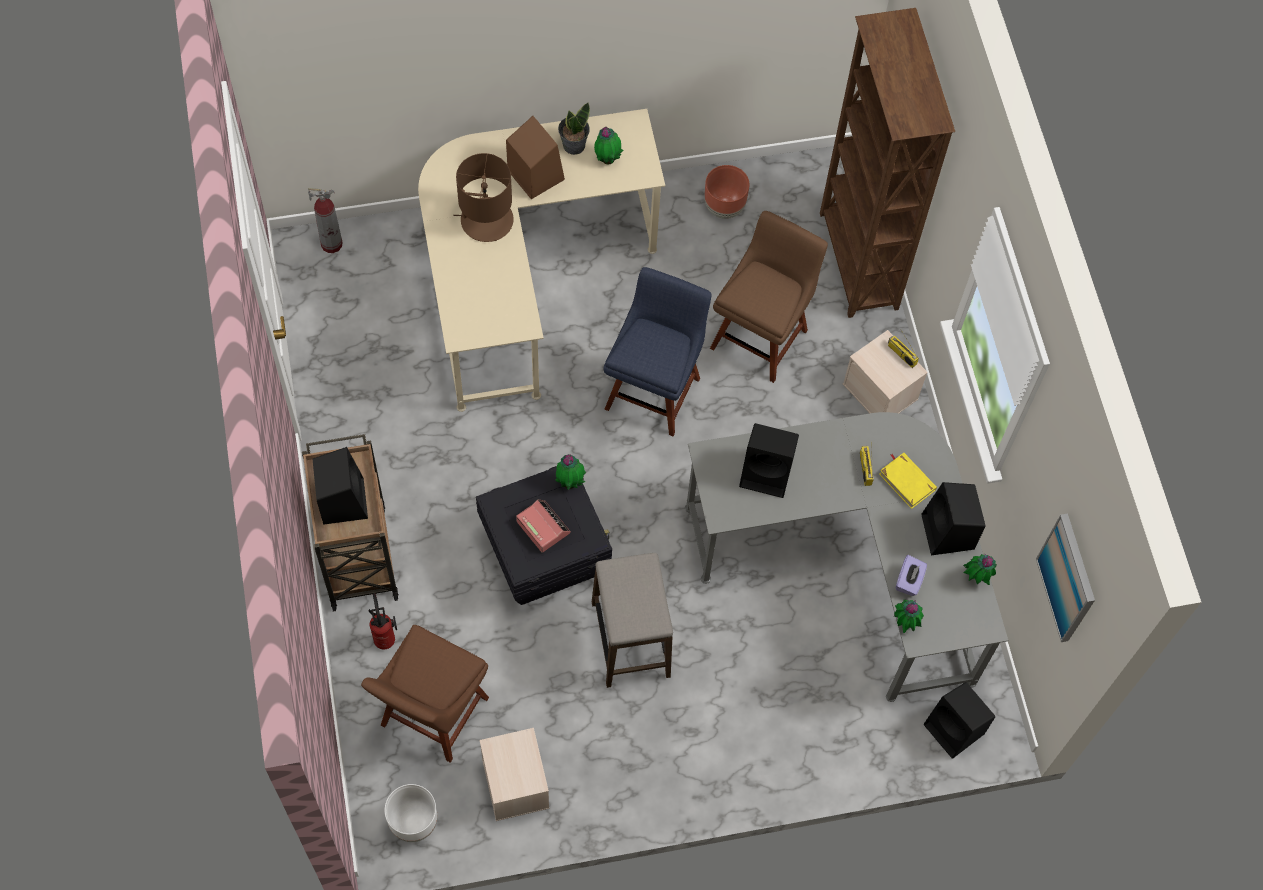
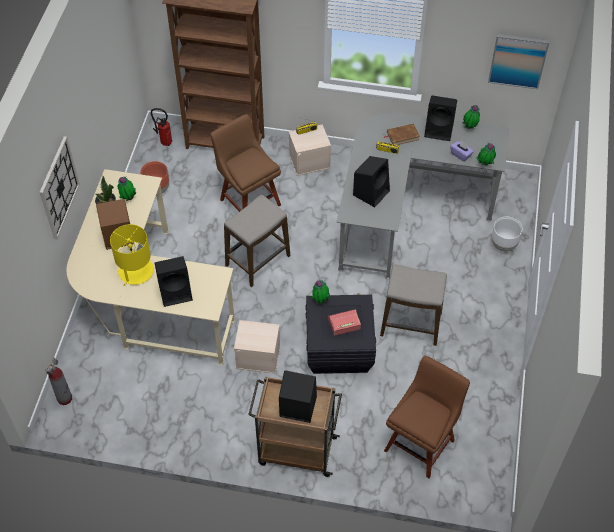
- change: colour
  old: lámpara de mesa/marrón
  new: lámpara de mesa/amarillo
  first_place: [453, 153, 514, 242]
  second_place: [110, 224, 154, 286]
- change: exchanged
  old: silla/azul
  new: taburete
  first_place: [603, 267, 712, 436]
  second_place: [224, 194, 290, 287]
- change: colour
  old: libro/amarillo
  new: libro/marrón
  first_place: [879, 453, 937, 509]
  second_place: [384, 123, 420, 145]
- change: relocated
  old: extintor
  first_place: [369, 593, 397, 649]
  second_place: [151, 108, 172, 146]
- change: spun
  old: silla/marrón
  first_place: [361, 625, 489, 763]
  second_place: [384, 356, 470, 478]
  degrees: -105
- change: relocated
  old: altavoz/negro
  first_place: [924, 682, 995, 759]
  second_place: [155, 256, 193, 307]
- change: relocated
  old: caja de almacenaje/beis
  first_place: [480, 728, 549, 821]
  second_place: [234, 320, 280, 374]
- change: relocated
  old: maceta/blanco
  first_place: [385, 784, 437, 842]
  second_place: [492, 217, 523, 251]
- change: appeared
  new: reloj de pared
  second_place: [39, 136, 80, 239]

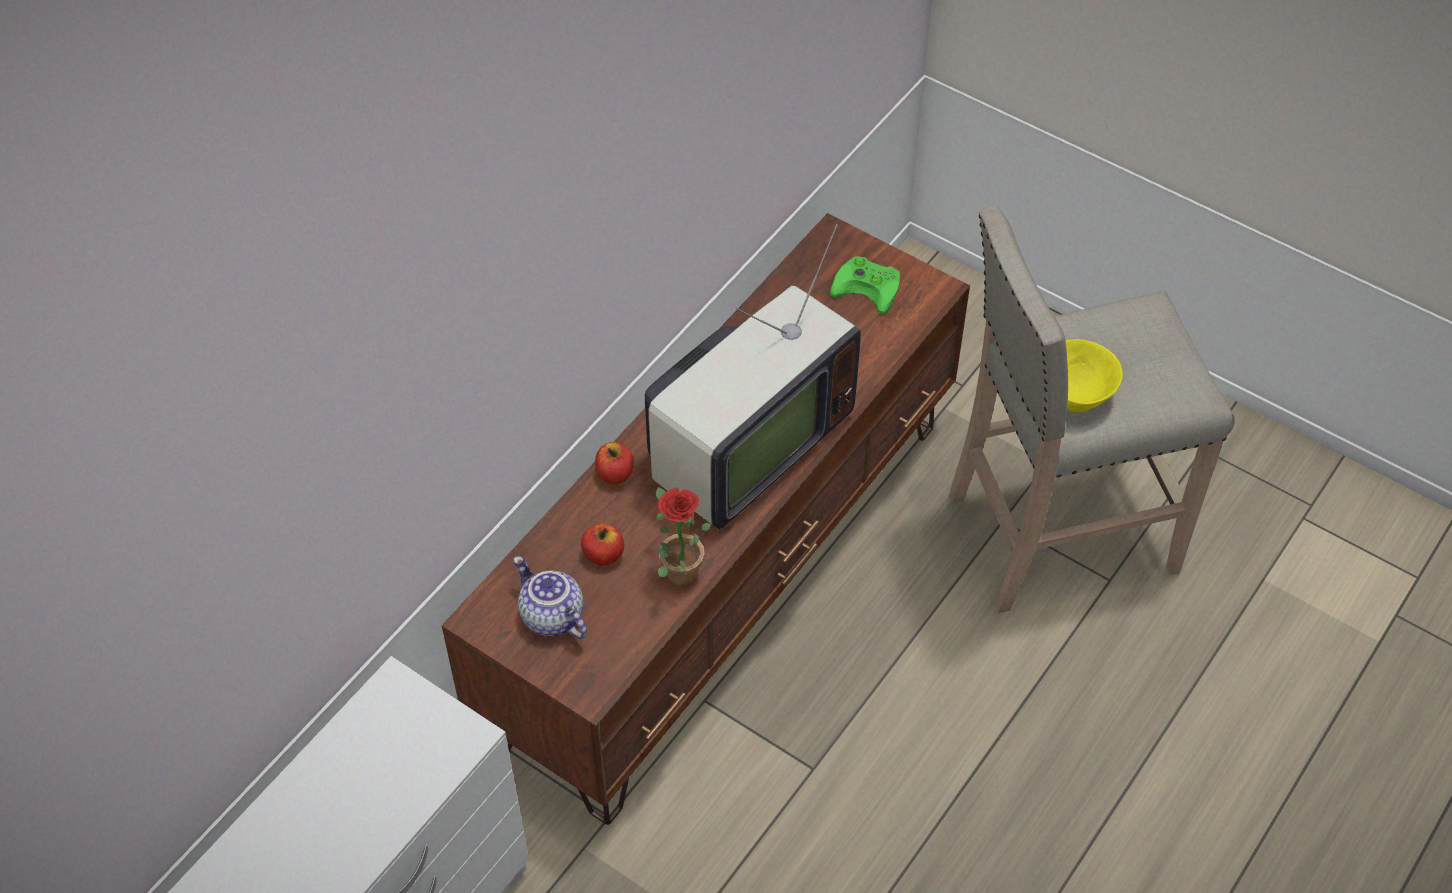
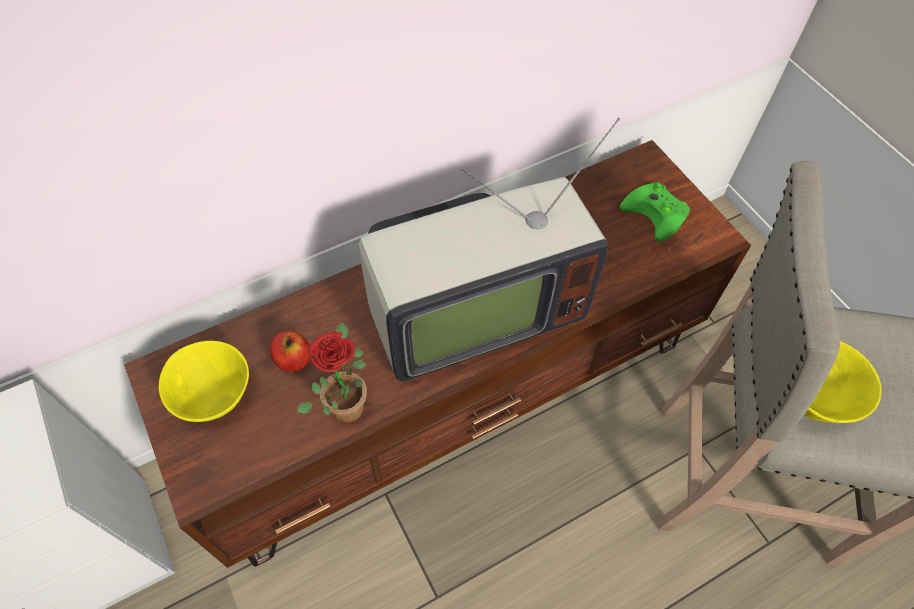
- change: missing
  old: manzana
  first_place: [595, 442, 634, 485]
- change: exchanged
  old: tetera
  new: cuenco/amarillo
  first_place: [513, 556, 587, 639]
  second_place: [159, 341, 249, 422]

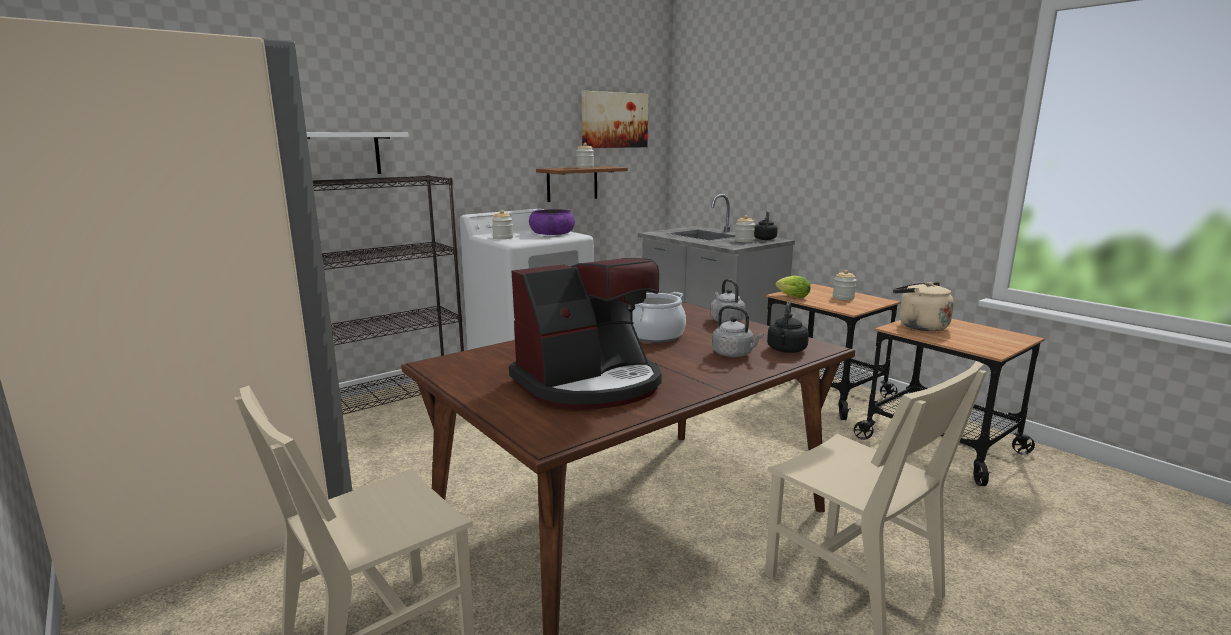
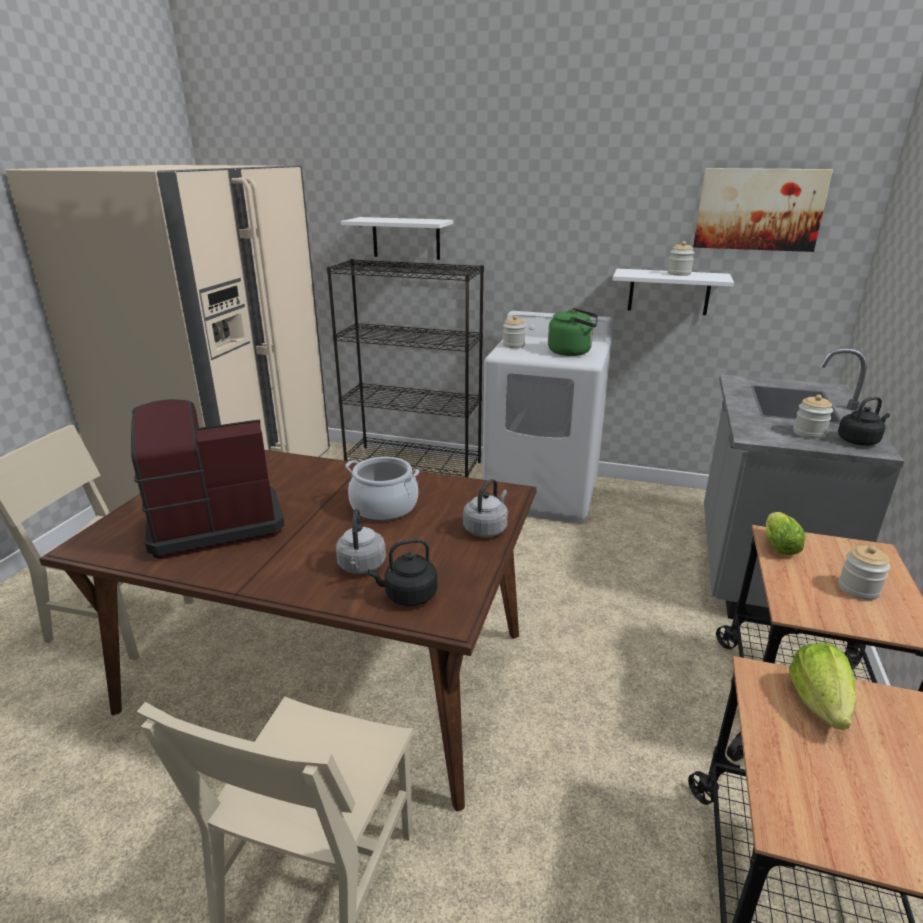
- change: colour
  old: estante/marrón
  new: estante/blanco
  first_place: [536, 166, 628, 202]
  second_place: [613, 269, 734, 315]
- change: exchanged
  old: cuenco/morado
  new: hervidor/verde
  first_place: [529, 209, 575, 235]
  second_place: [548, 308, 598, 356]
- change: spun
  old: cafetera
  first_place: [509, 258, 662, 410]
  second_place: [131, 399, 285, 559]
  degrees: 135
- change: exchanged
  old: hervidor/beis
  new: lechuga
  first_place: [893, 282, 954, 331]
  second_place: [789, 642, 857, 730]

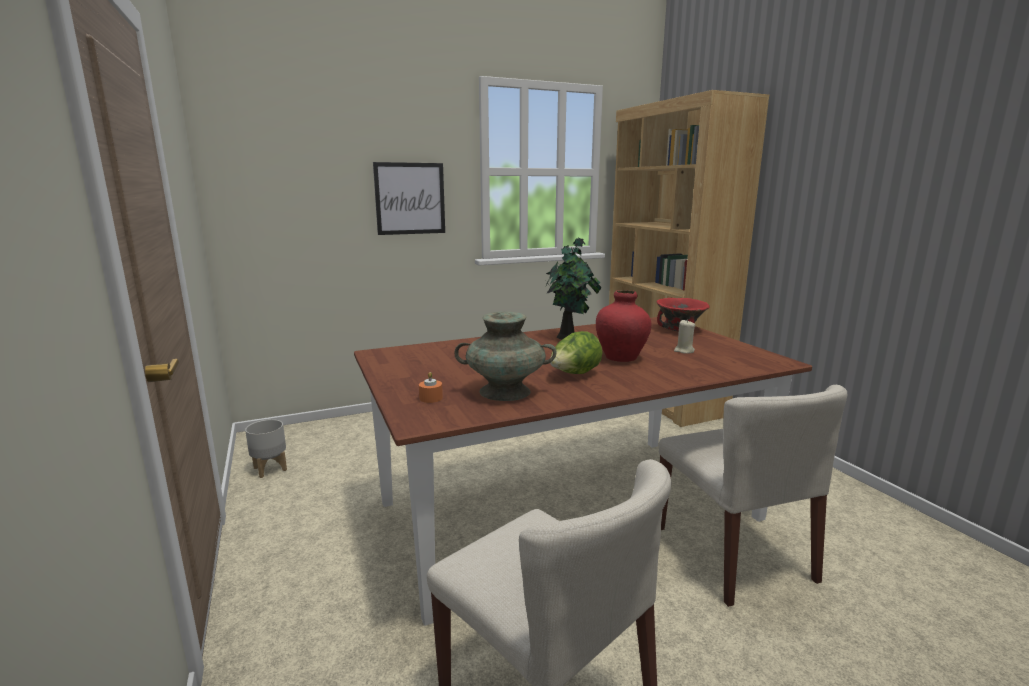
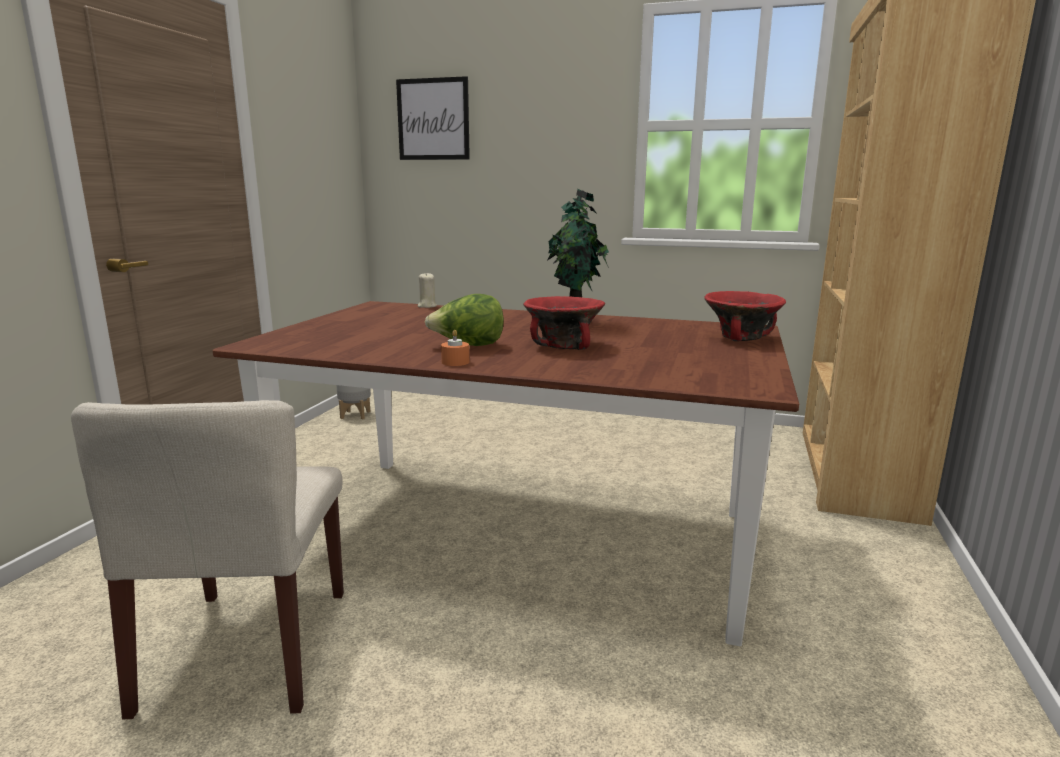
- change: relocated
  old: cuadro
  first_place: [373, 162, 445, 235]
  second_place: [396, 76, 470, 160]
- change: exchanged
  old: florero/rojo
  new: cuenco/rojo
  first_place: [596, 290, 651, 362]
  second_place: [523, 296, 605, 350]
- change: missing
  old: florero/turquesa
  first_place: [454, 312, 556, 401]
- change: relocated
  old: vela/beis
  first_place: [674, 320, 695, 354]
  second_place: [418, 273, 437, 308]
- change: relocated
  old: vela/naranja
  first_place: [419, 372, 443, 403]
  second_place: [441, 330, 469, 366]
- change: missing
  old: silla/beis
  first_place: [658, 385, 847, 607]

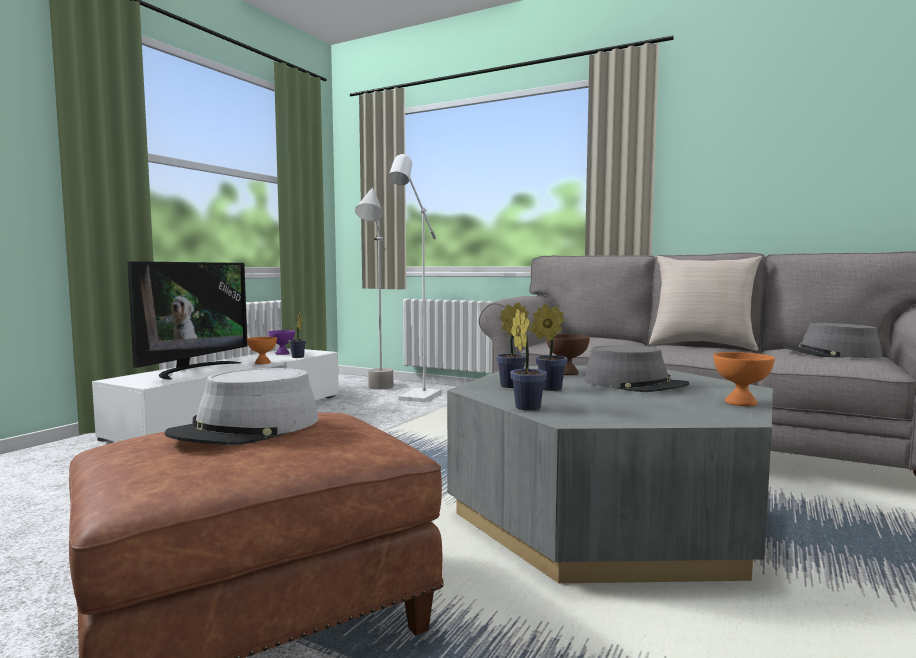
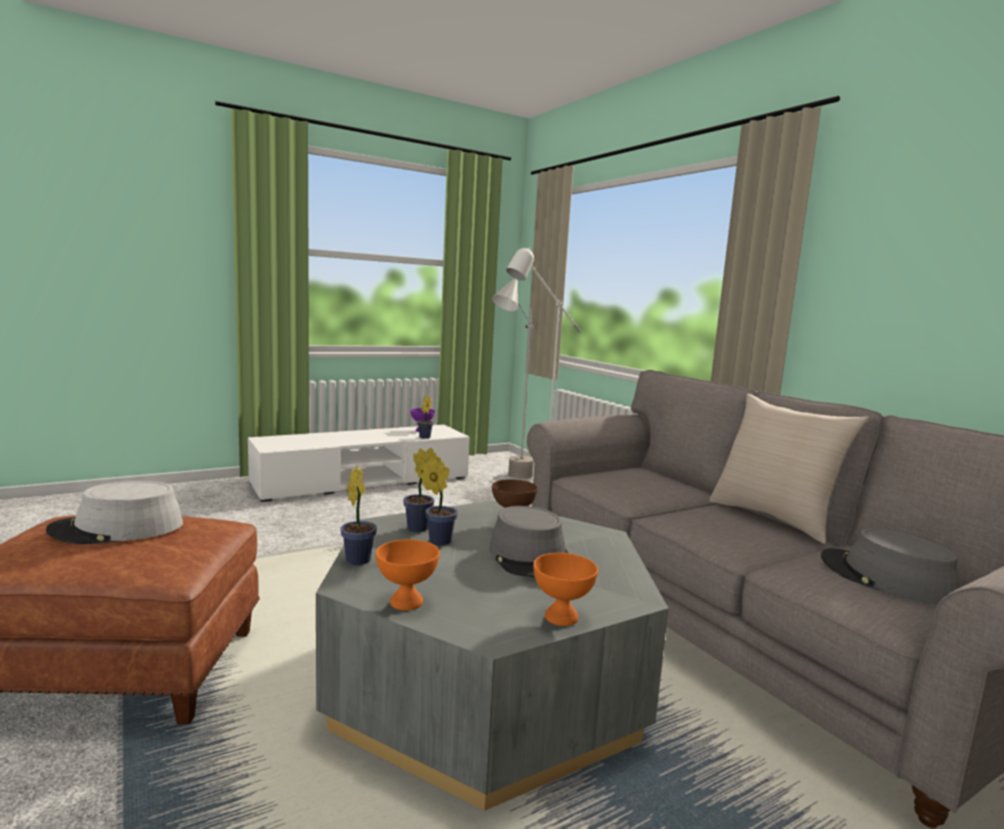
- change: missing
  old: televisor
  first_place: [127, 261, 247, 380]
- change: relocated
  old: cuenco/naranja
  first_place: [247, 337, 277, 364]
  second_place: [376, 539, 440, 611]

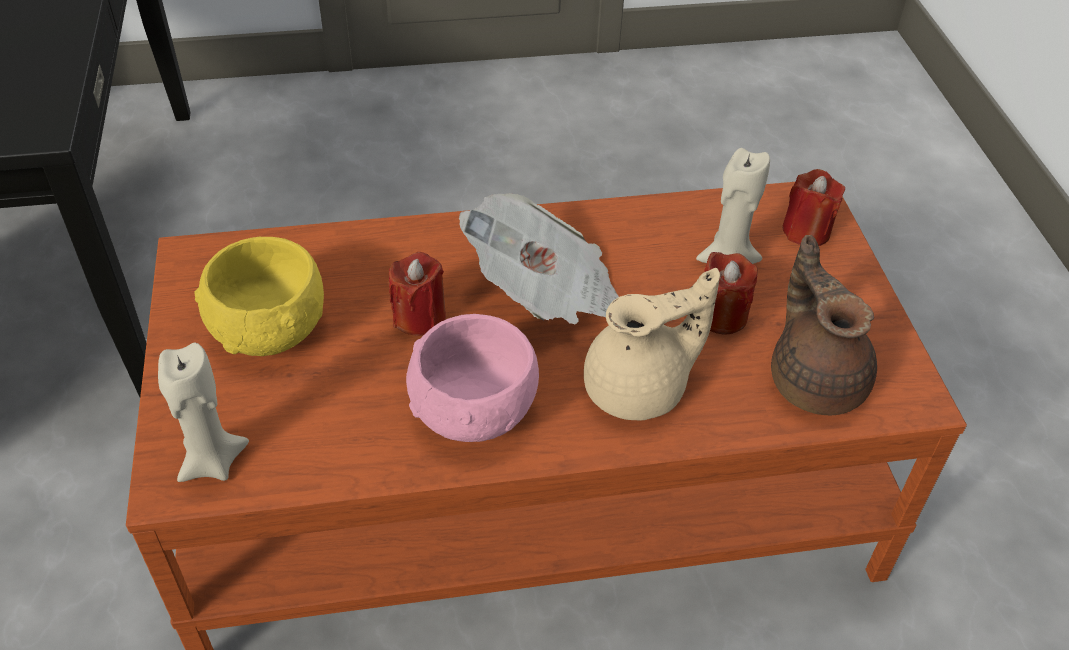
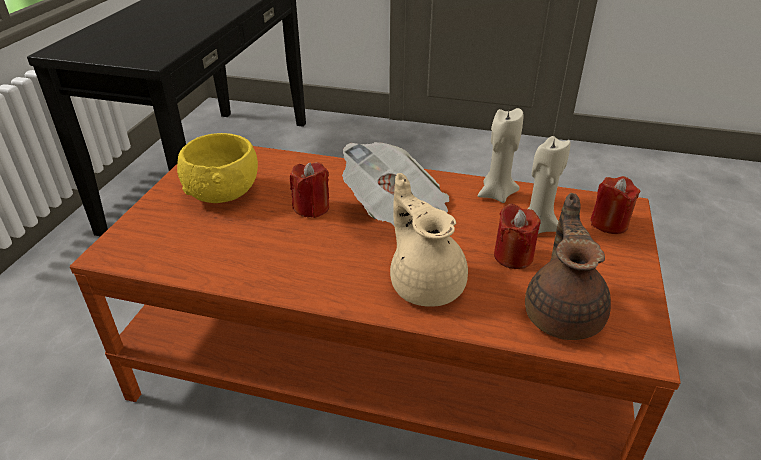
- change: spun
  old: tetera/beis
  first_place: [584, 268, 720, 420]
  second_place: [390, 173, 468, 307]
  degrees: -120
- change: missing
  old: cuenco/rosa
  first_place: [406, 314, 539, 442]
- change: relocated
  old: vela/beis
  first_place: [158, 342, 249, 482]
  second_place: [478, 108, 523, 203]

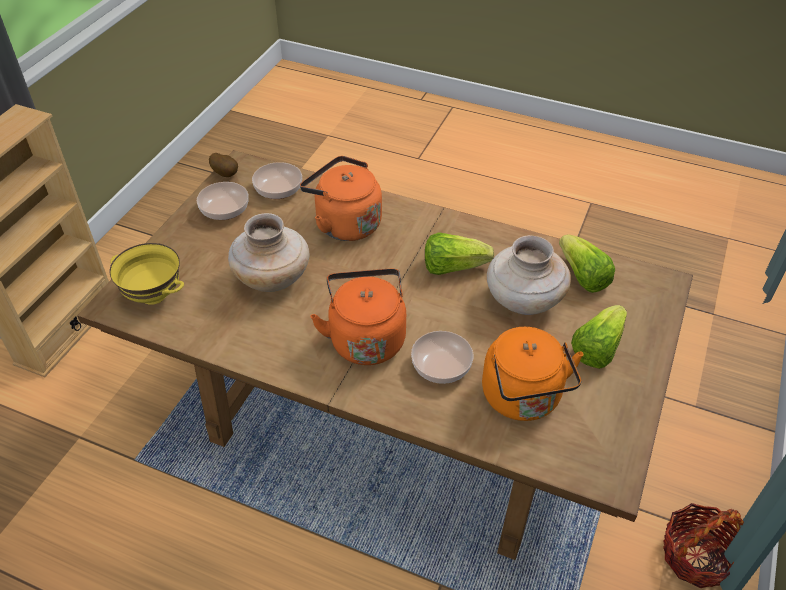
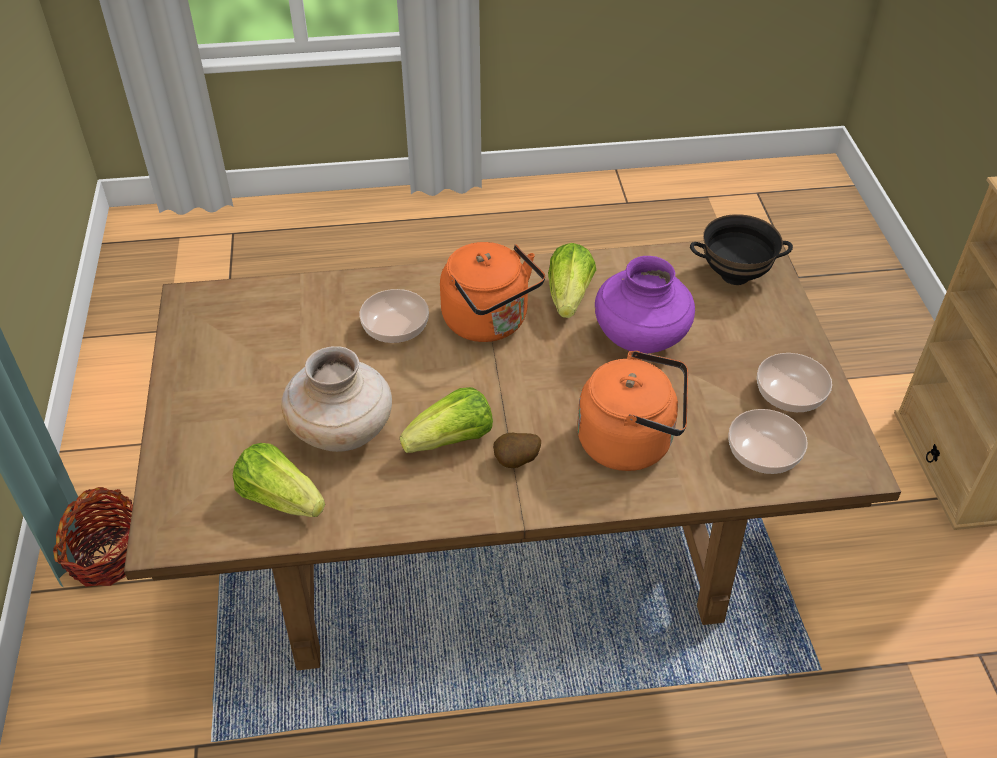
- change: relocated
  old: patata
  first_place: [209, 153, 238, 177]
  second_place: [493, 433, 541, 468]
- change: colour
  old: florero/beis
  new: florero/morado
  first_place: [228, 213, 309, 292]
  second_place: [595, 256, 695, 353]
- change: colour
  old: cuenco/amarillo
  new: cuenco/negro
  first_place: [109, 243, 184, 305]
  second_place: [690, 214, 793, 285]
- change: relocated
  old: lechuga
  first_place: [571, 305, 627, 369]
  second_place: [548, 243, 596, 318]
- change: missing
  old: hervidor/naranja
  first_place: [482, 327, 584, 421]

